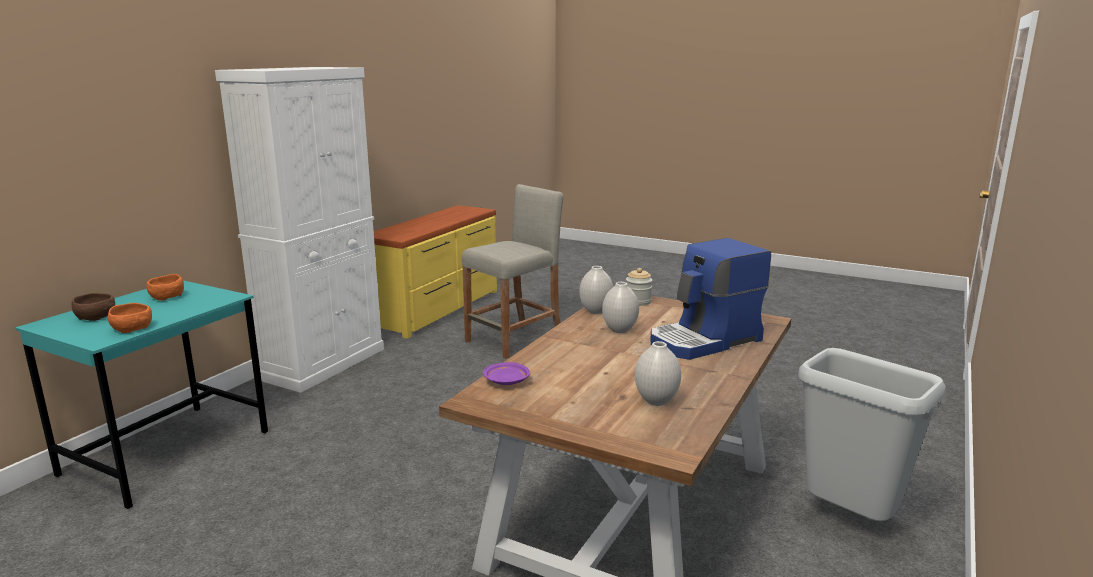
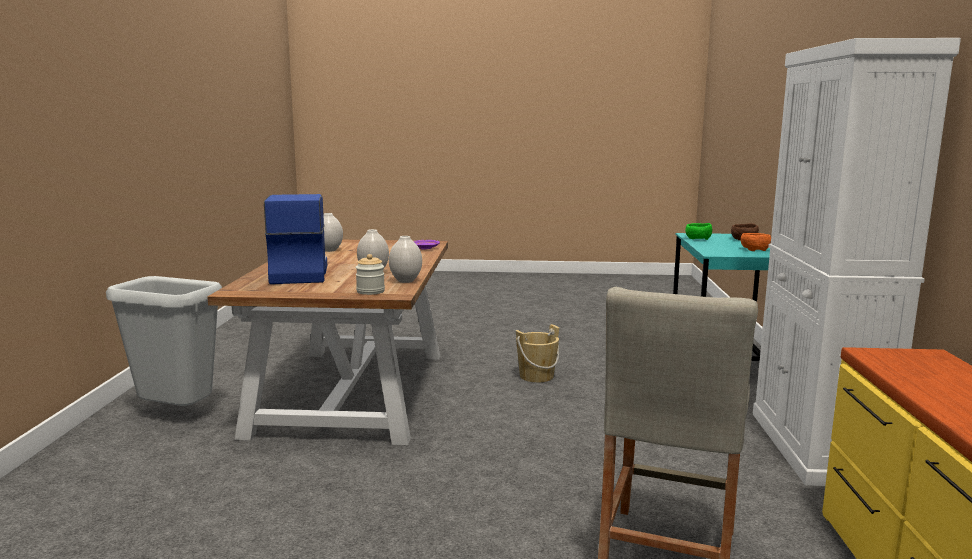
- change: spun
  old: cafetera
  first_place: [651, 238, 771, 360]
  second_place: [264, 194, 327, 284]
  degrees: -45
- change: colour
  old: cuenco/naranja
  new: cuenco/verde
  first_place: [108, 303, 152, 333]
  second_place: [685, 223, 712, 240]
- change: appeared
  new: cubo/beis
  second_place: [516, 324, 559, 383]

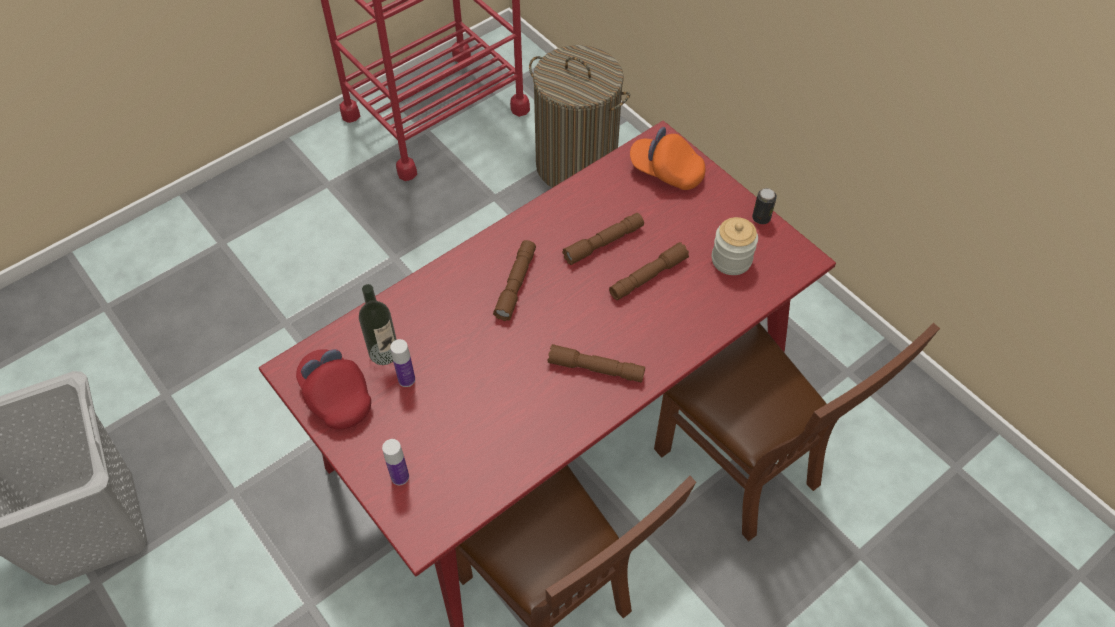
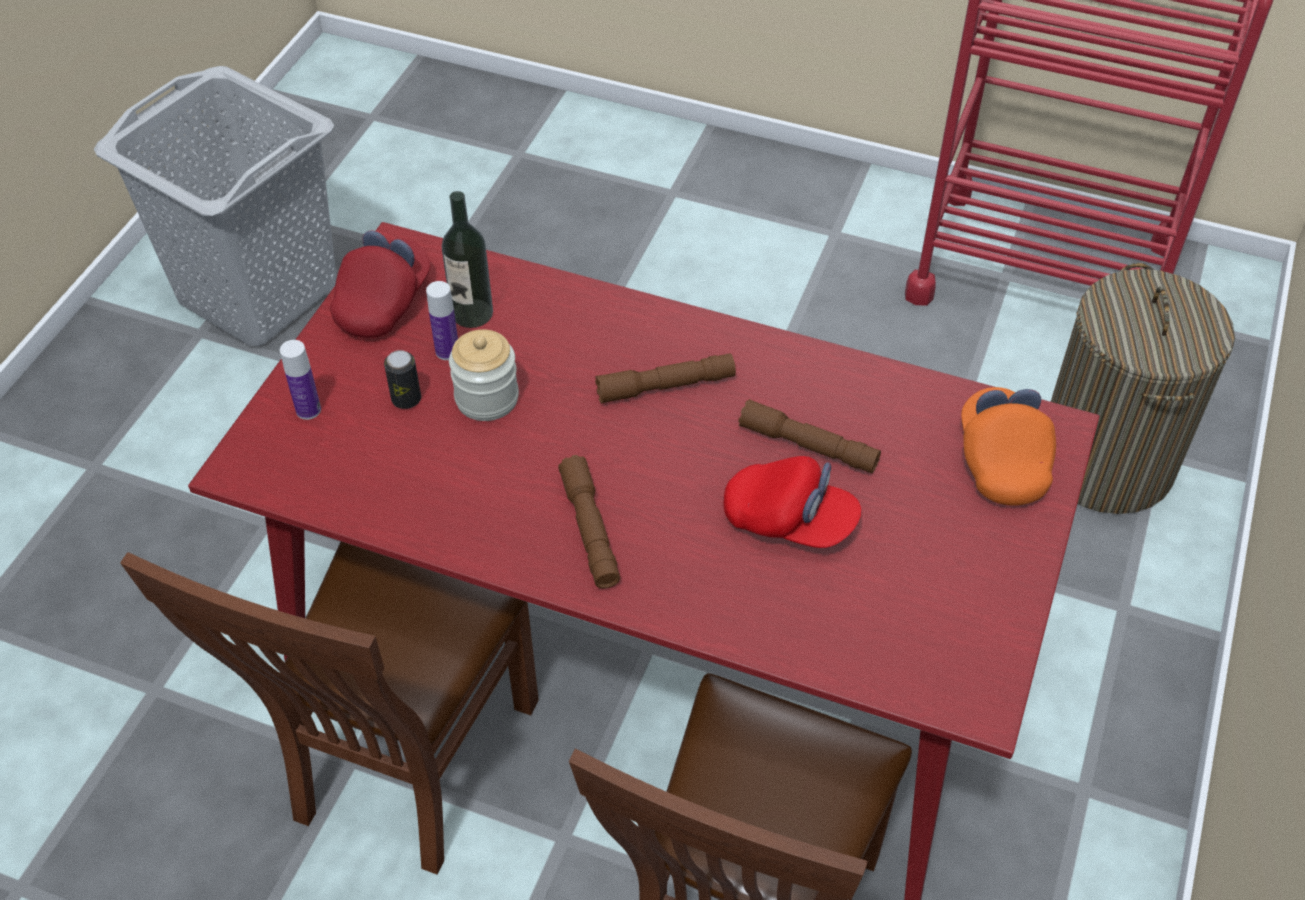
- change: relocated
  old: lata
  first_place: [752, 188, 777, 224]
  second_place: [384, 350, 421, 409]
- change: relocated
  old: tarro
  first_place: [712, 217, 758, 275]
  second_place: [449, 329, 519, 421]
- change: exchanged
  old: linterna/marrón
  new: gorra/rojo
  first_place: [609, 242, 689, 300]
  second_place: [723, 456, 862, 548]

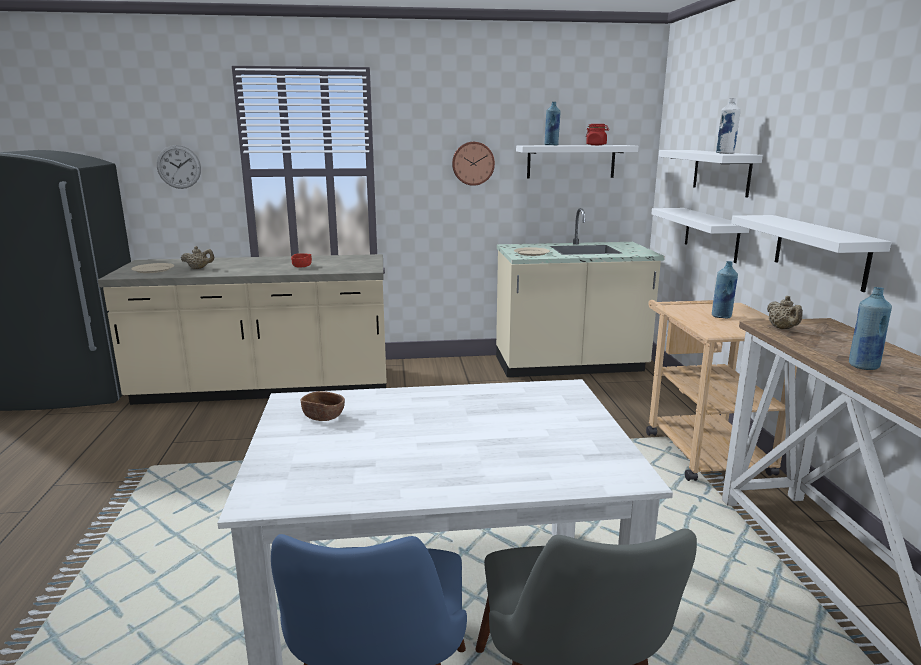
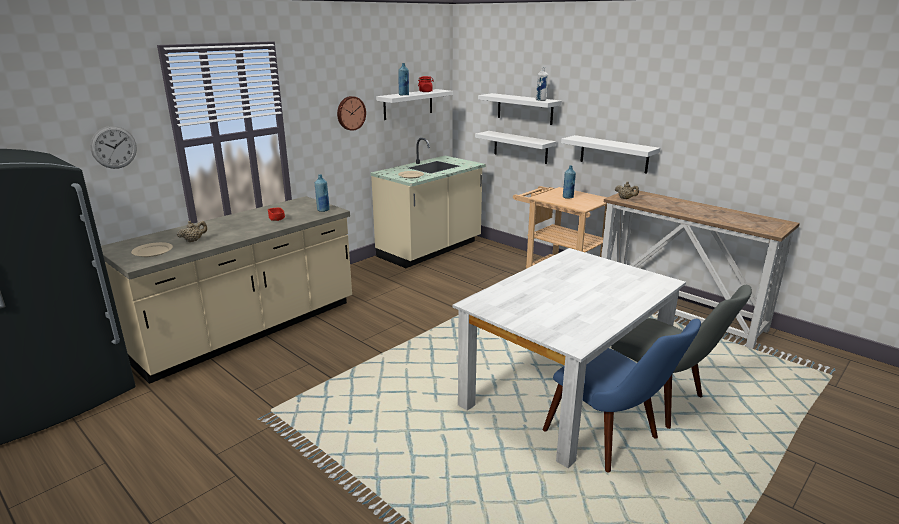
- change: relocated
  old: botella/azul
  first_place: [849, 287, 892, 370]
  second_place: [315, 174, 330, 212]
- change: missing
  old: cuenco/marrón
  first_place: [301, 391, 345, 421]

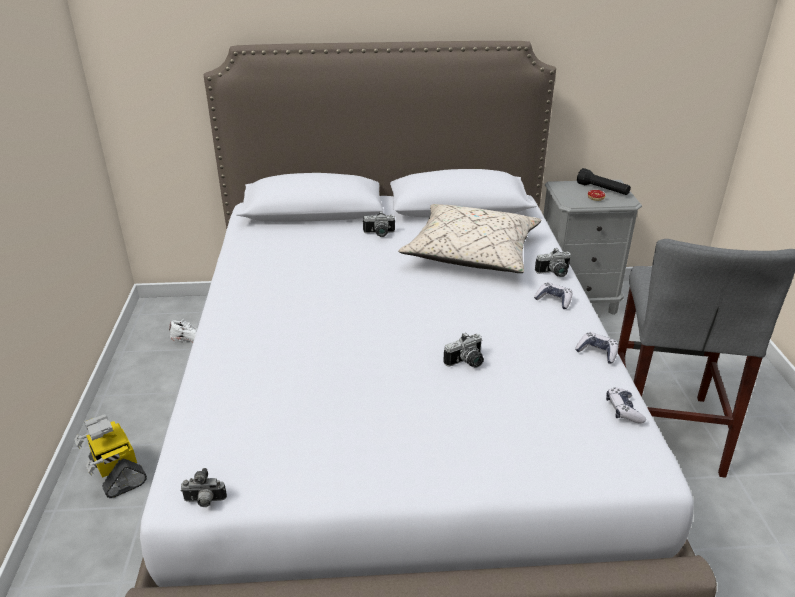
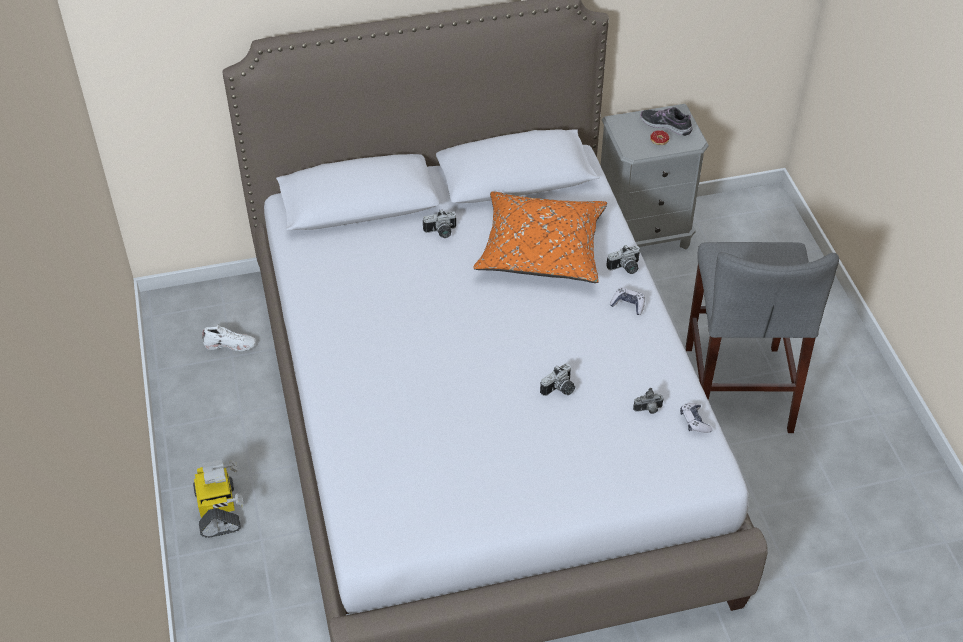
- change: exchanged
  old: linterna/negro
  new: zapato
  first_place: [577, 168, 631, 195]
  second_place: [641, 107, 693, 136]
- change: colour
  old: cojín/beis
  new: cojín/naranja
  first_place: [398, 204, 541, 273]
  second_place: [473, 191, 607, 283]
- change: missing
  old: mando de consola
  first_place: [575, 332, 618, 364]
- change: spun
  old: robot de juguete
  first_place: [74, 414, 147, 498]
  second_place: [193, 460, 243, 538]
  degrees: -150
- change: relocated
  old: cámara
  first_place: [181, 468, 227, 507]
  second_place: [633, 388, 664, 414]

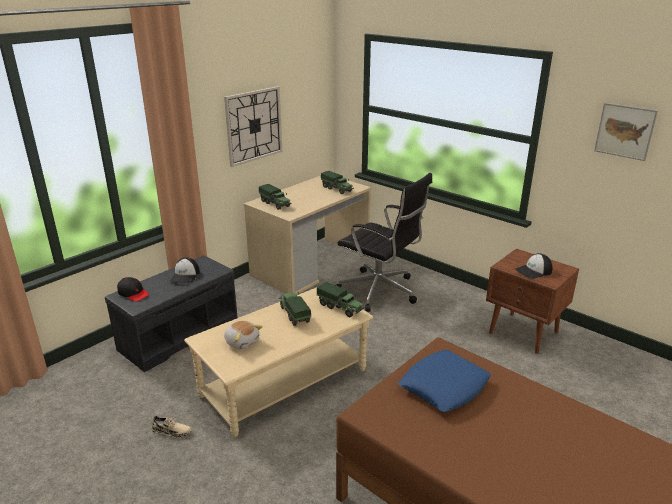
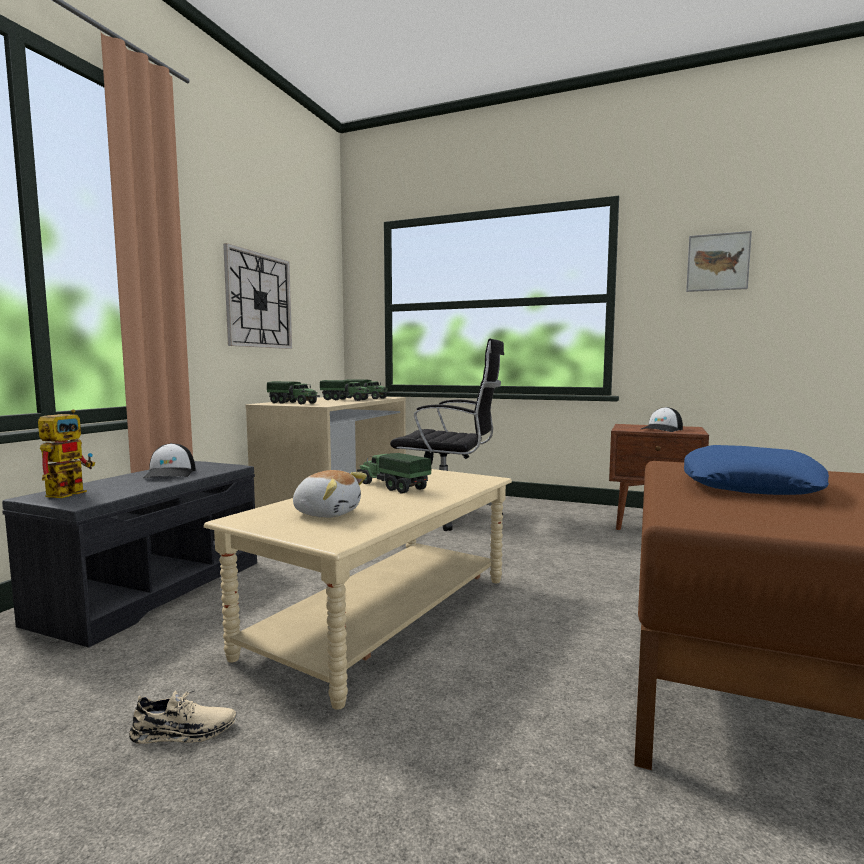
- change: exchanged
  old: gorra/negro
  new: robot de juguete
  first_place: [117, 277, 149, 301]
  second_place: [38, 409, 95, 498]
- change: relocated
  old: camión de juguete
  first_place: [317, 282, 365, 317]
  second_place: [320, 380, 372, 401]

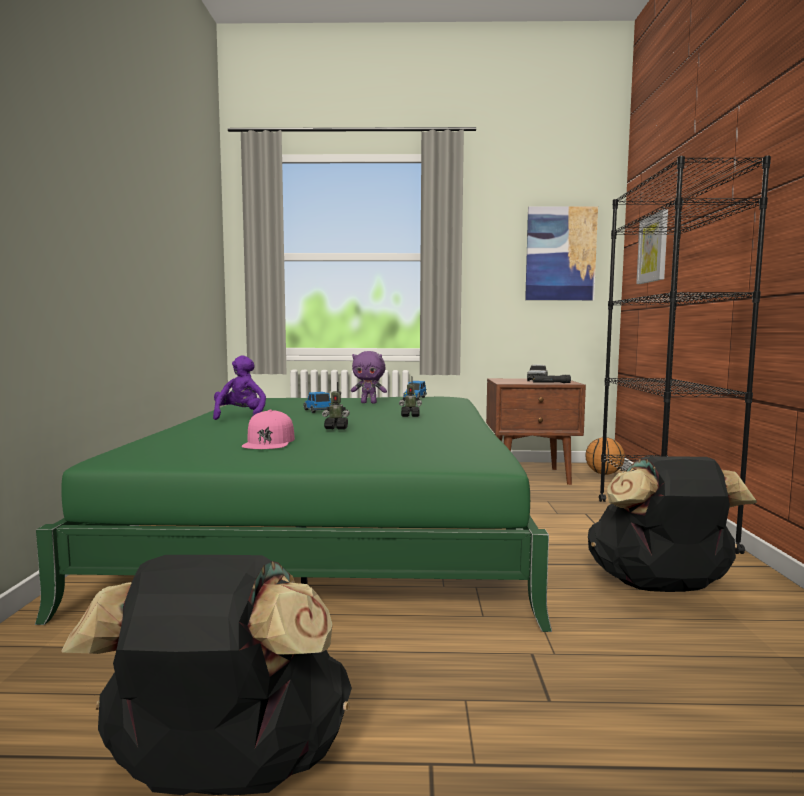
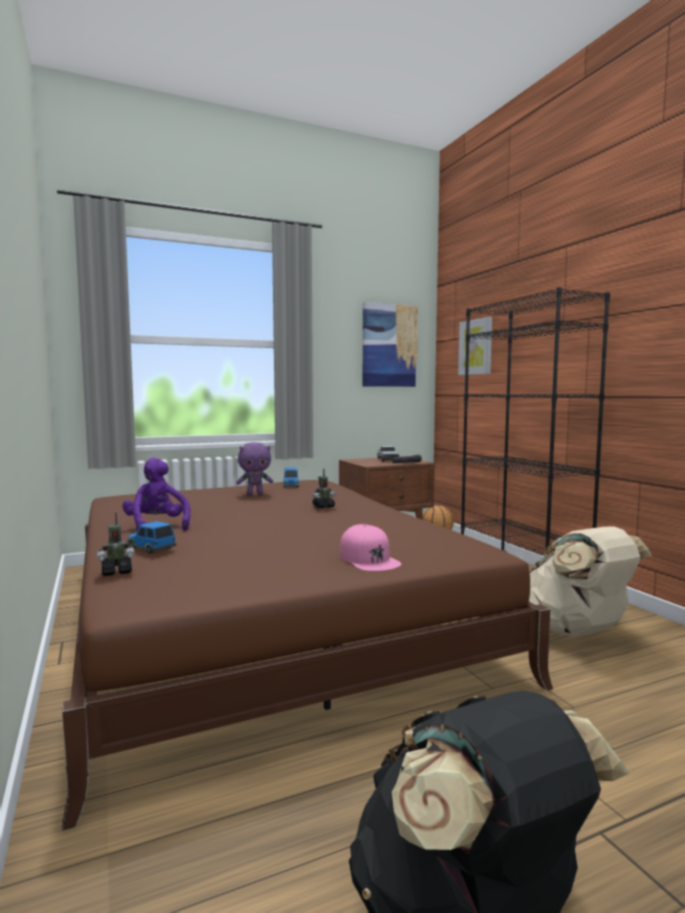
- change: relocated
  old: robot de juguete
  first_place: [322, 382, 350, 429]
  second_place: [97, 512, 135, 576]
- change: relocated
  old: coche de juguete
  first_place: [303, 392, 331, 413]
  second_place: [127, 521, 176, 554]
- change: colour
  old: cama/verde
  new: cama/marrón
  first_place: [35, 397, 552, 632]
  second_place: [62, 480, 553, 831]
- change: relocated
  old: gorra/rosa
  first_place: [242, 410, 295, 449]
  second_place: [340, 524, 402, 571]
- change: colour
  old: mochila/negro
  new: mochila/beis
  first_place: [588, 456, 757, 592]
  second_place: [529, 526, 652, 637]

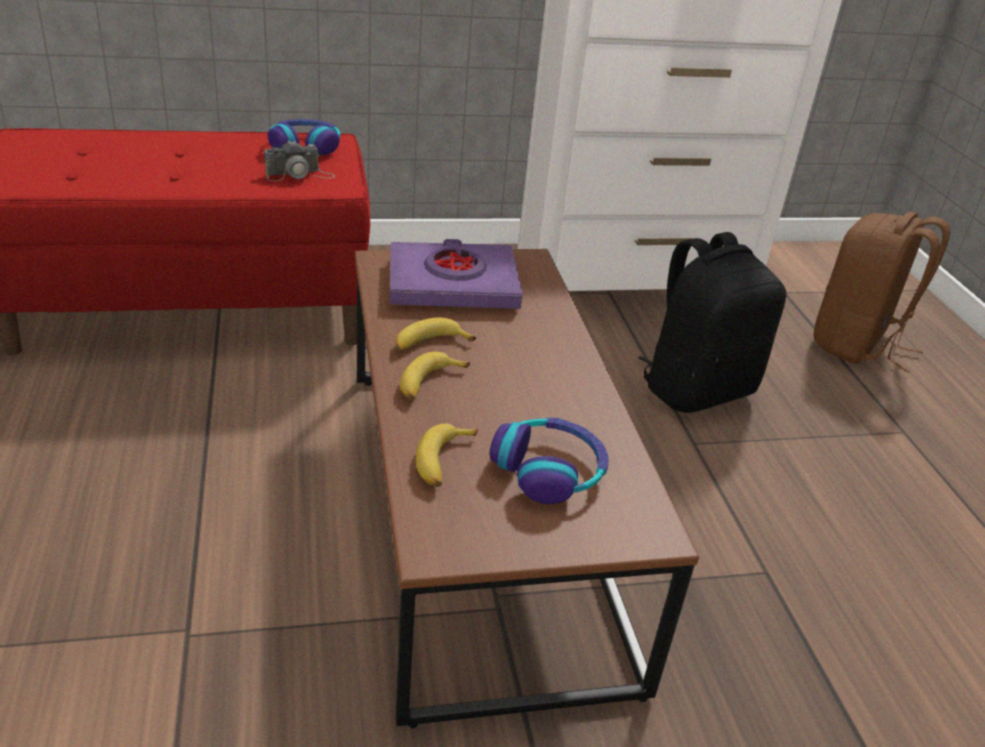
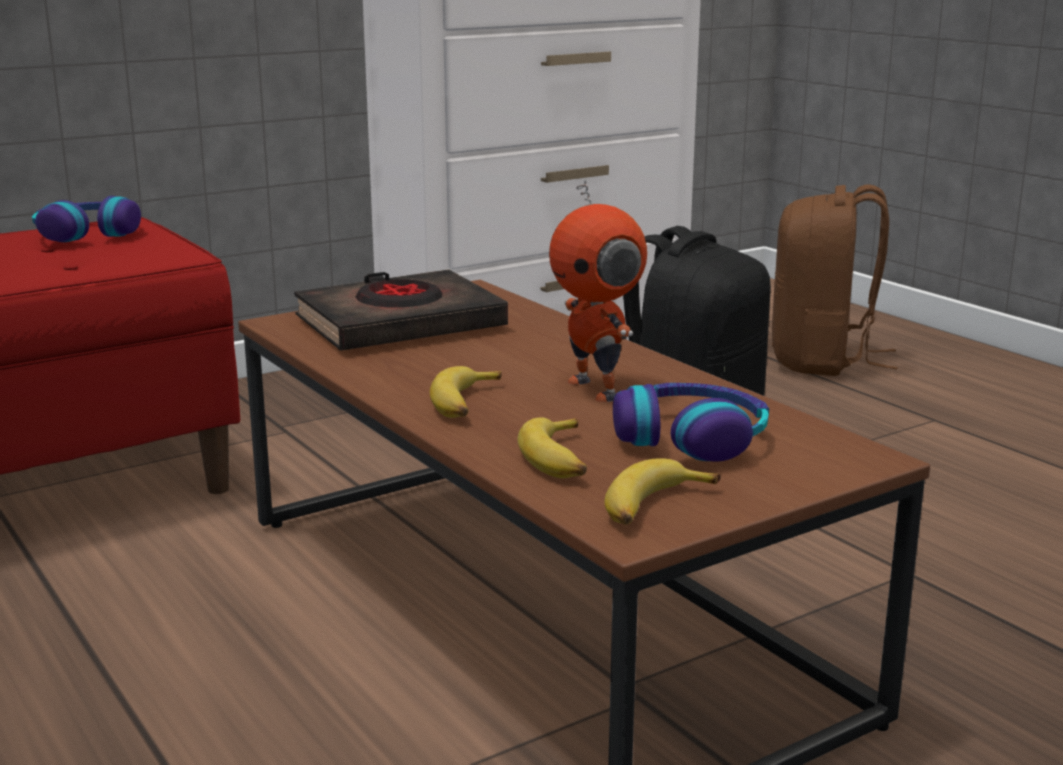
- change: missing
  old: cámara
  first_place: [264, 140, 335, 181]
- change: colour
  old: libro/morado
  new: libro/negro
  first_place: [390, 239, 522, 309]
  second_place: [294, 269, 508, 351]
- change: relocated
  old: plátano
  first_place: [395, 318, 476, 351]
  second_place: [605, 458, 721, 524]
- change: appeared
  new: robot de juguete
  second_place: [549, 180, 647, 402]

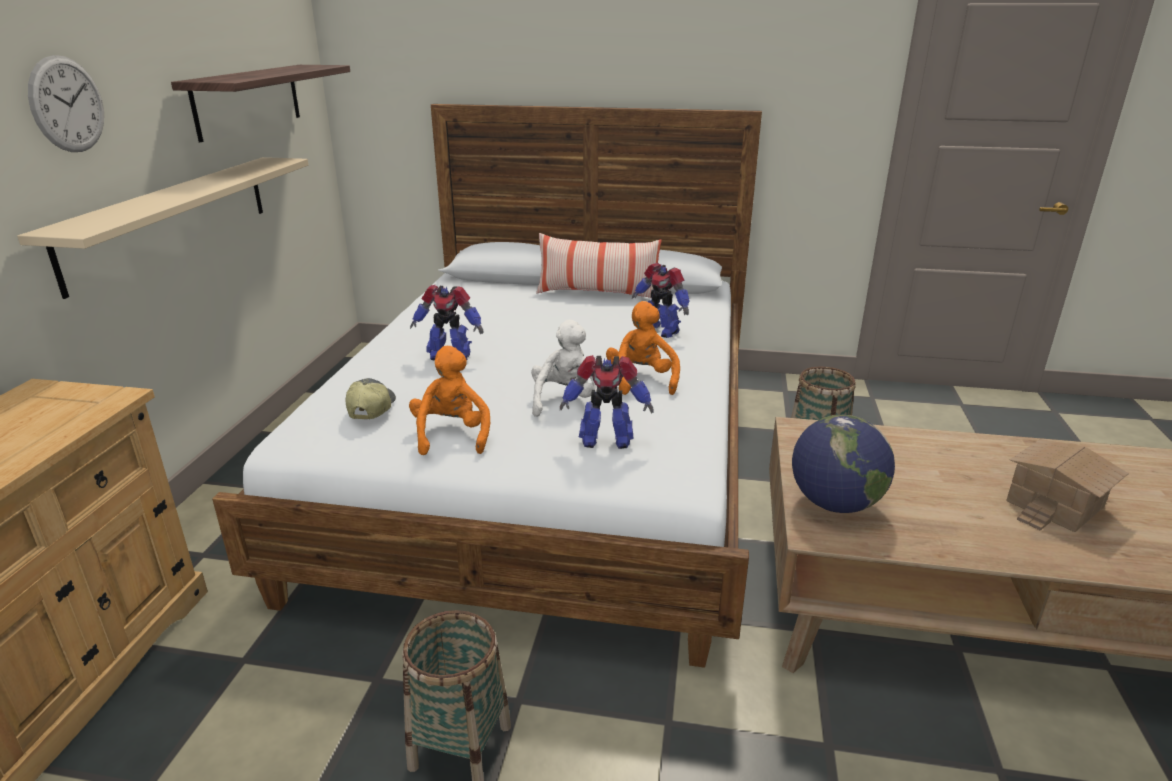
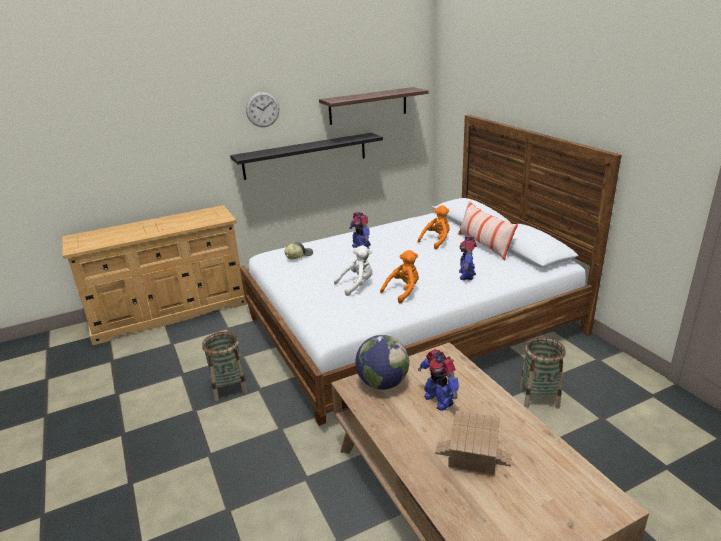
- change: colour
  old: estante/beis
  new: estante/negro
  first_place: [17, 157, 308, 299]
  second_place: [230, 133, 383, 180]
- change: relocated
  old: peluche/naranja
  first_place: [409, 346, 490, 455]
  second_place: [418, 205, 450, 250]
- change: relocated
  old: robot de juguete
  first_place: [560, 355, 654, 449]
  second_place: [418, 349, 459, 411]

